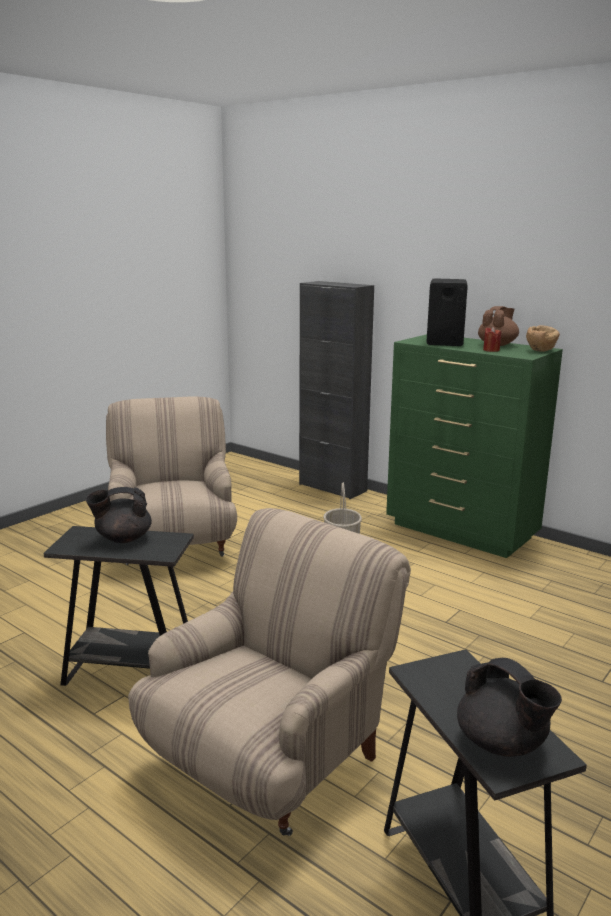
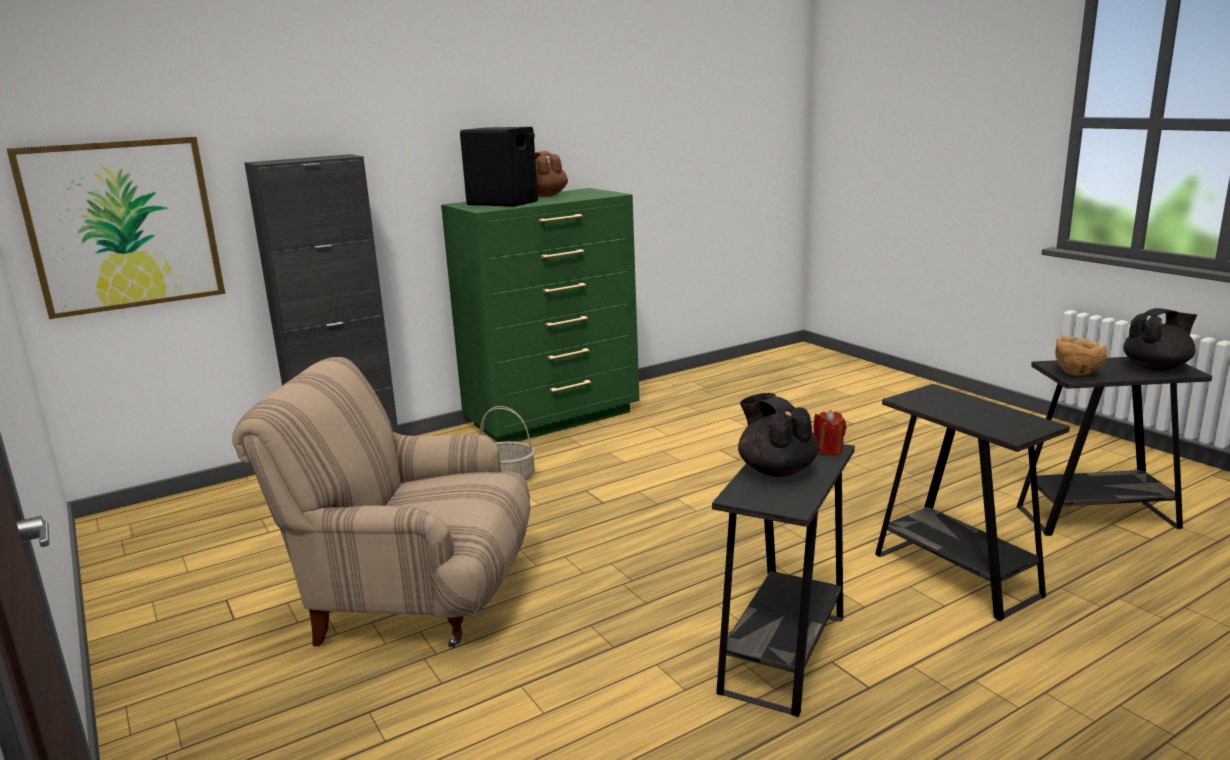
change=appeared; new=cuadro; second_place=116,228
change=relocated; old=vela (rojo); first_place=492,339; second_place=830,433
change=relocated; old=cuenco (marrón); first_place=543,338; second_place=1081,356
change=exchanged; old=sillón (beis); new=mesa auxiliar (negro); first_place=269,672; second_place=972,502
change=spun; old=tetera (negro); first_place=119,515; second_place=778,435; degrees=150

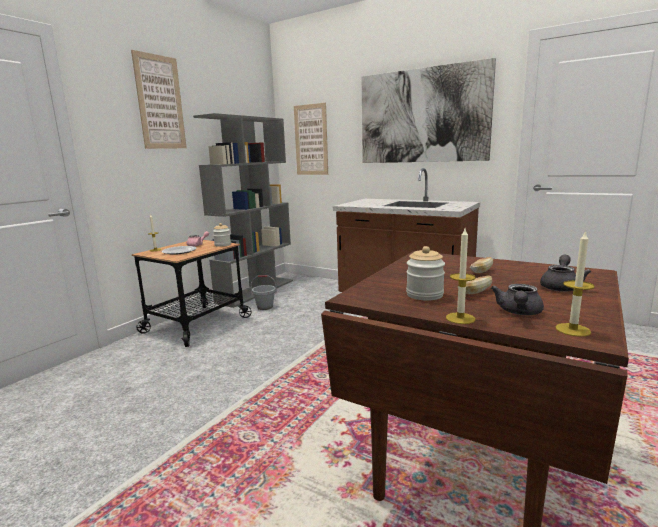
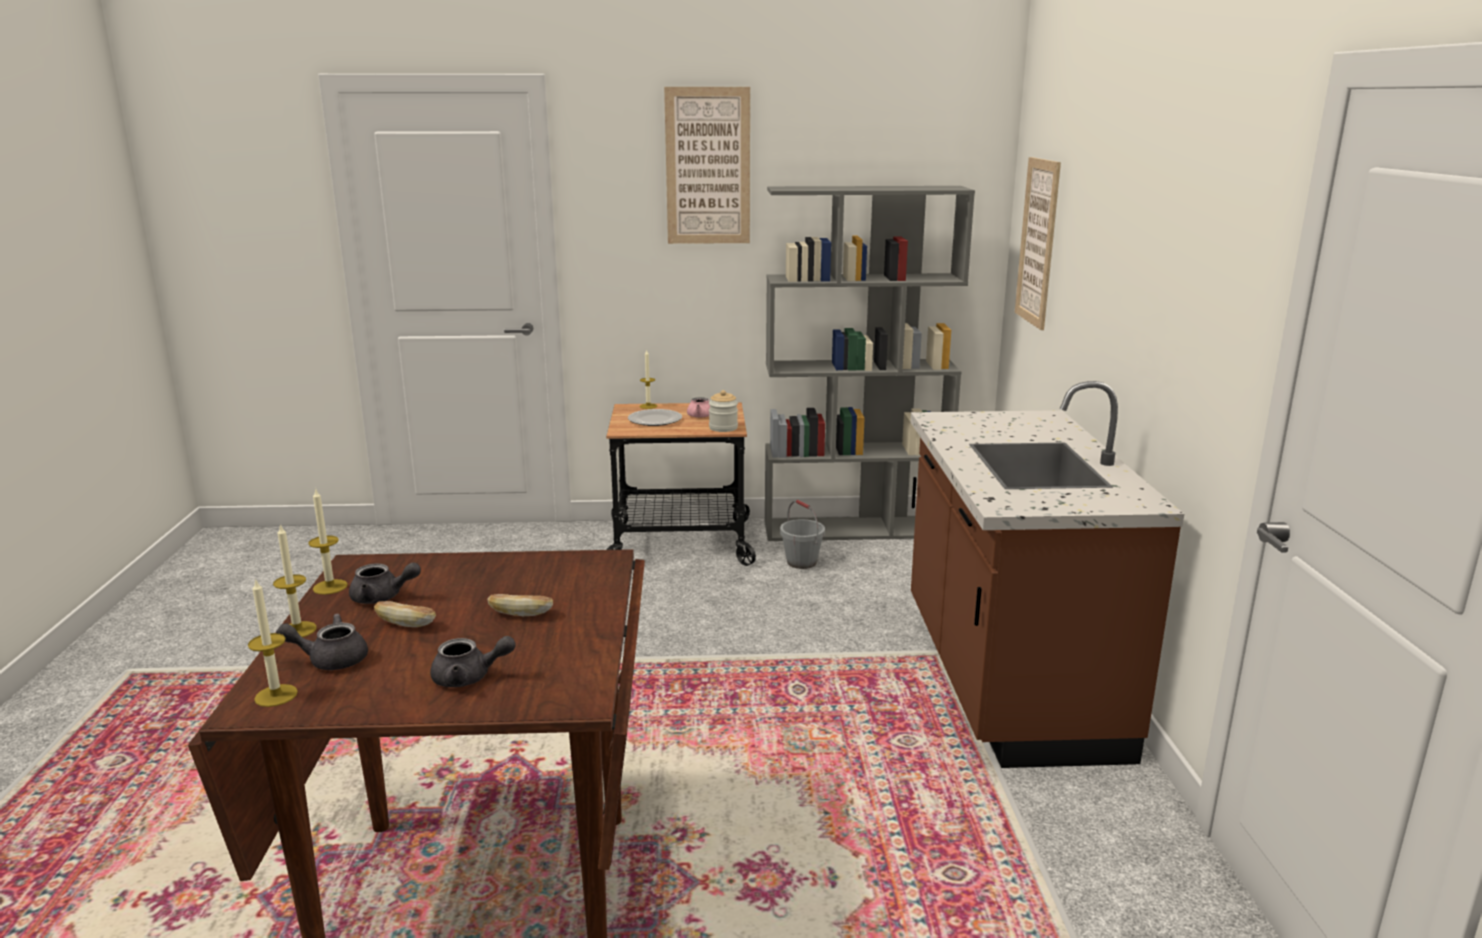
change=missing; old=cuadro; first_place=429,110
change=appeared; new=vela; second_place=328,541
change=exchanged; old=tarro; new=tetera (gris); first_place=425,273; second_place=385,583

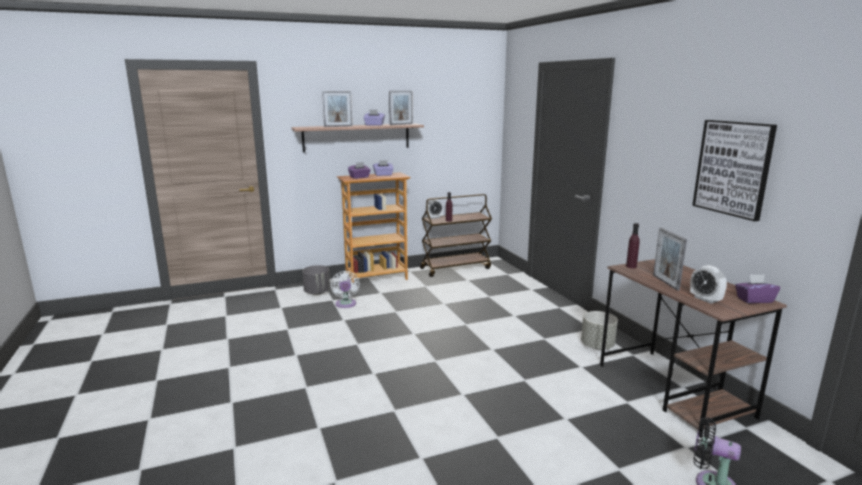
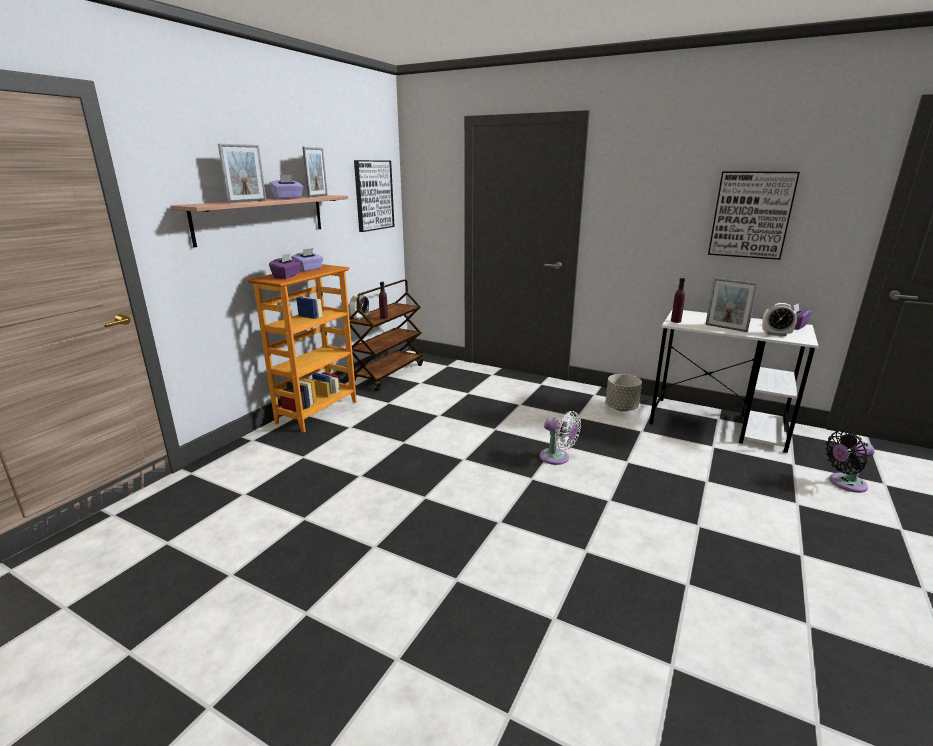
change=missing; old=maceta (gris); first_place=316,280
change=appeared; new=cuadro; second_place=374,196
change=relocated; old=ventilador (blanco); first_place=345,289; second_place=560,438
change=colour; old=escritorio (marrón); new=escritorio (blanco); first_place=693,348; second_place=733,381

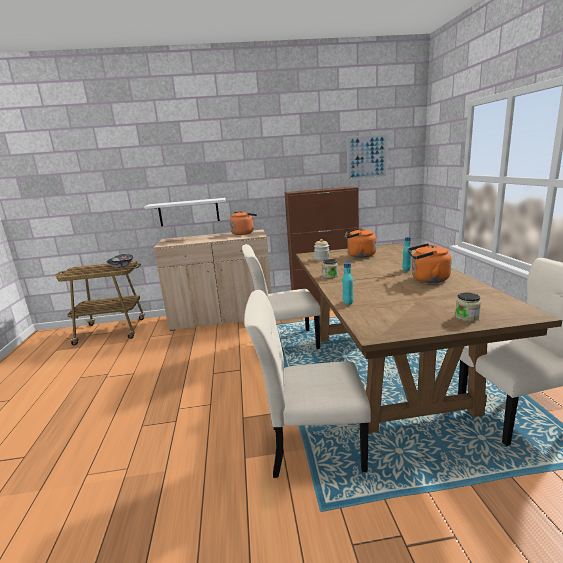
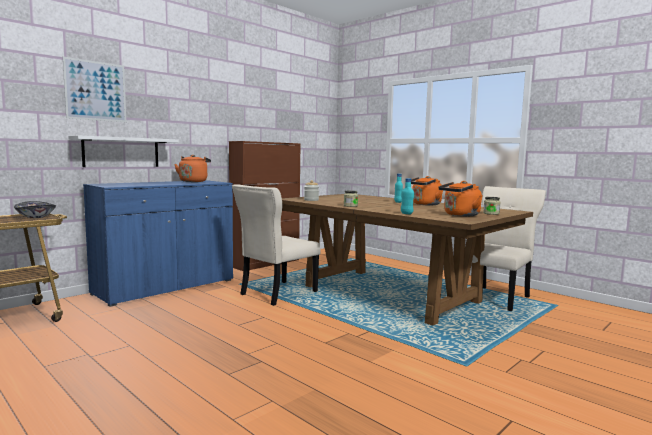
change=missing; old=silla (beis); first_place=307,384
change=relocated; old=hervidor (naranja); first_place=360,243; second_place=460,198
change=relocated; old=cuadro; first_place=367,157; second_place=94,89
change=colour; old=armario (beis); new=armario (azul); first_place=212,280; second_place=158,243

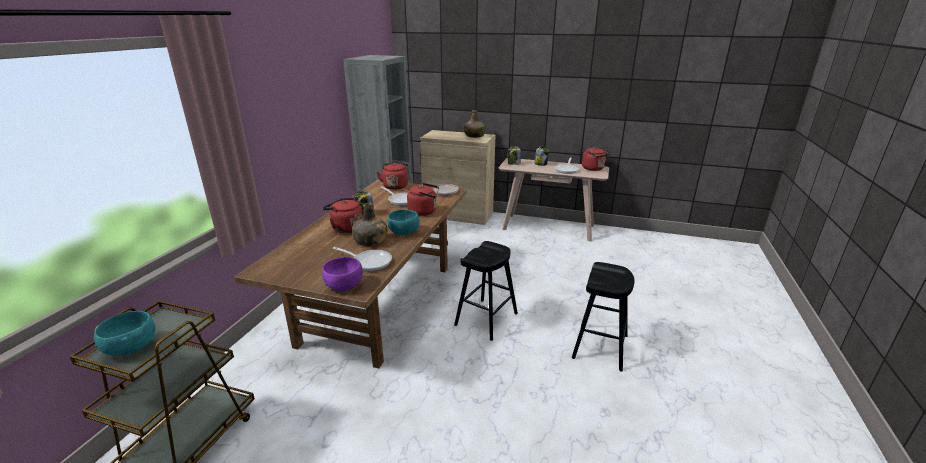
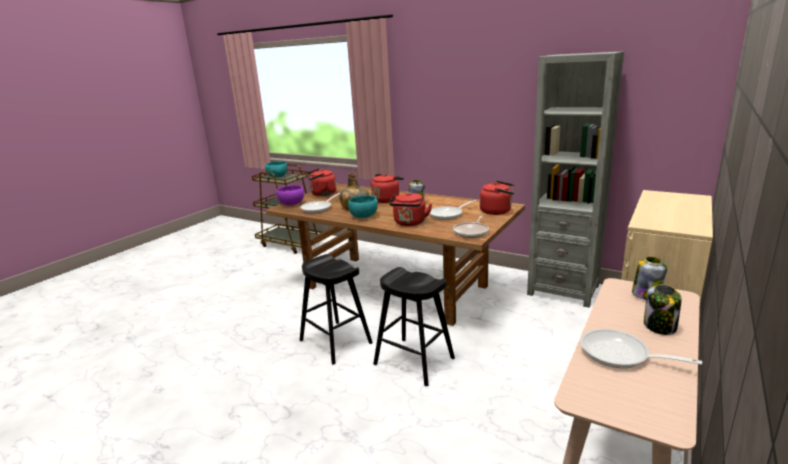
change=missing; old=botella (verde); first_place=475,124
change=relocated; old=taburete (negro); first_place=603,316; second_place=414,326
change=relocated; old=hervidor (rojo); first_place=596,159; second_place=321,182

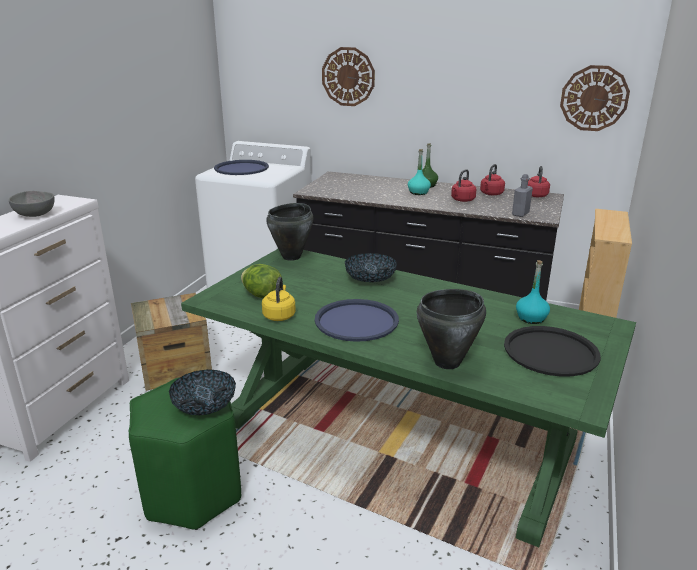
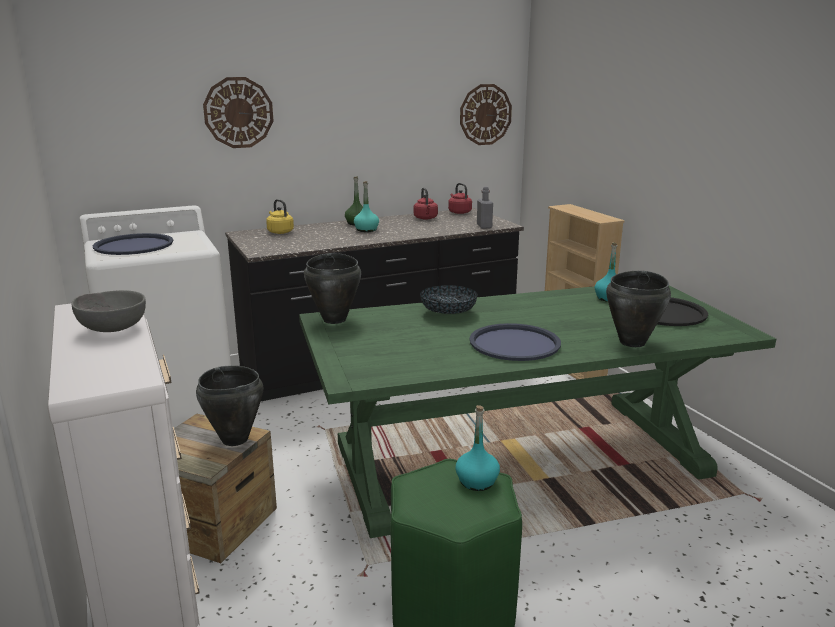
change=missing; old=lechuga; first_place=262,281
change=missing; old=hervidor (rojo); first_place=463,185
change=appeared; new=olla (negro); second_place=229,405
change=relocated; old=hervidor (amarillo); first_place=279,299; second_place=280,216
change=exchanged; old=cuenco; new=botella (turquesa); first_place=202,392; second_place=478,448

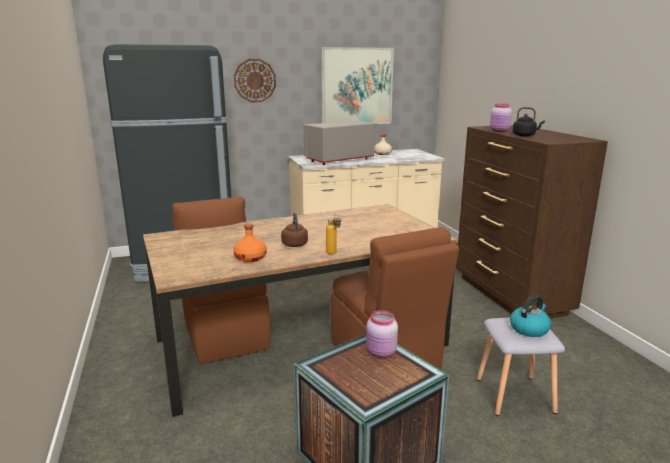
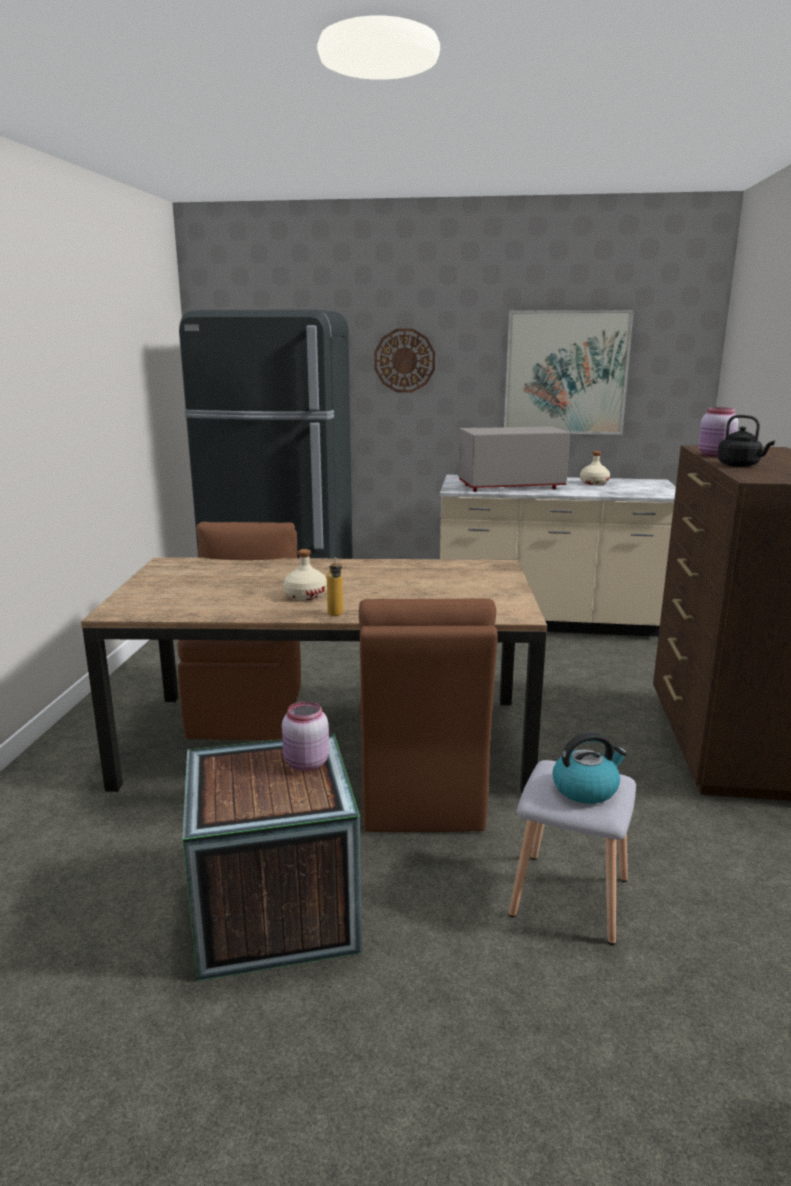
change=missing; old=botella (naranja); first_place=250,242
change=exchanged; old=hervidor (marrón); new=botella (beis); first_place=294,229; second_place=305,574

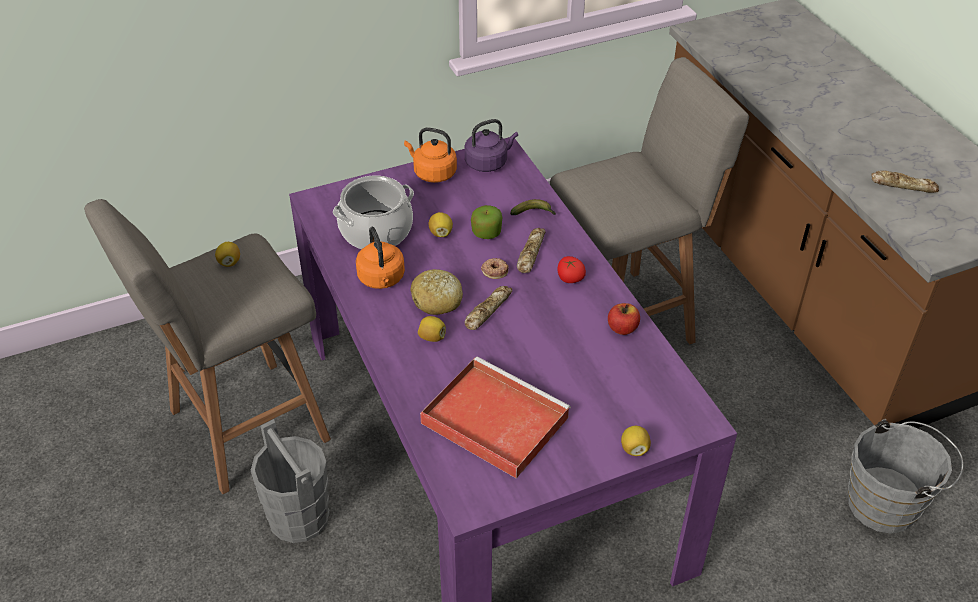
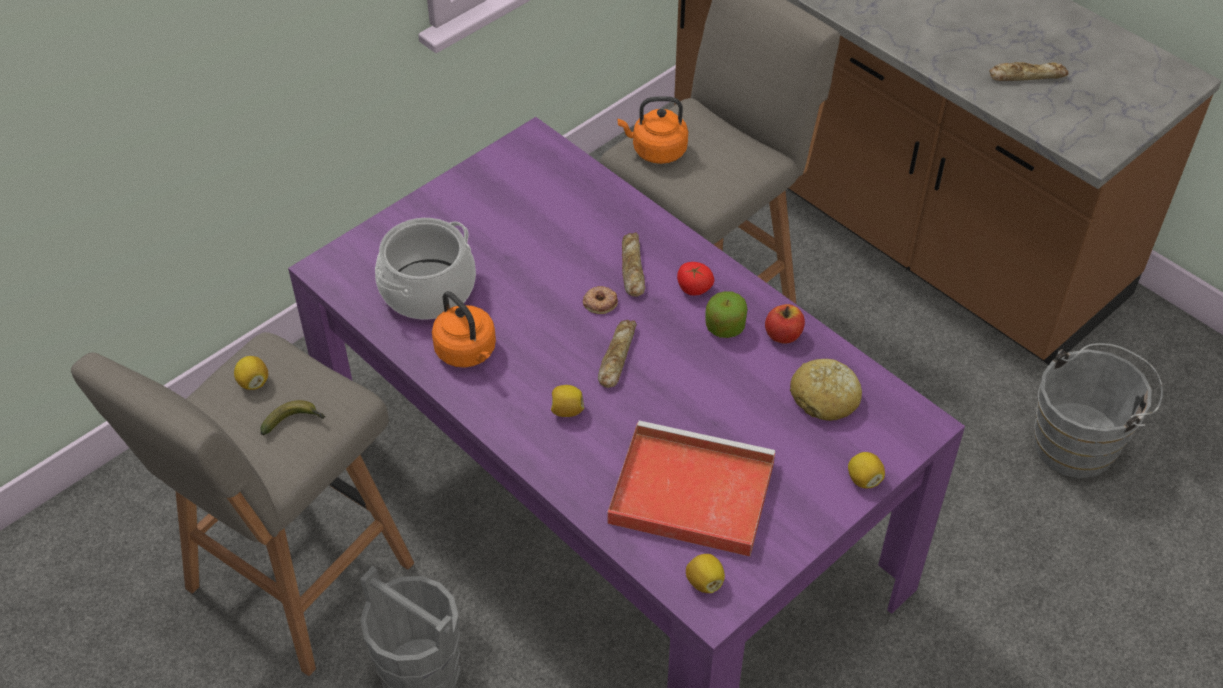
change=missing; old=hervidor (morado); first_place=491,145
change=relocated; old=hervidor (naranja); first_place=430,155; second_place=653,130
change=relocated; old=pan; first_place=437,292; second_place=826,390
change=relocated; old=limón; first_place=441,224; second_place=705,573
change=relocated; old=manzana; first_place=486,222; second_place=726,314
change=relocated; old=plátano; first_place=533,207; second_place=293,417

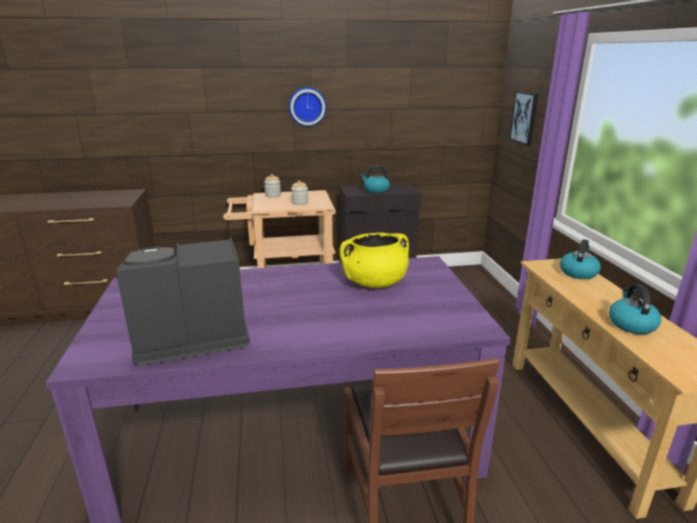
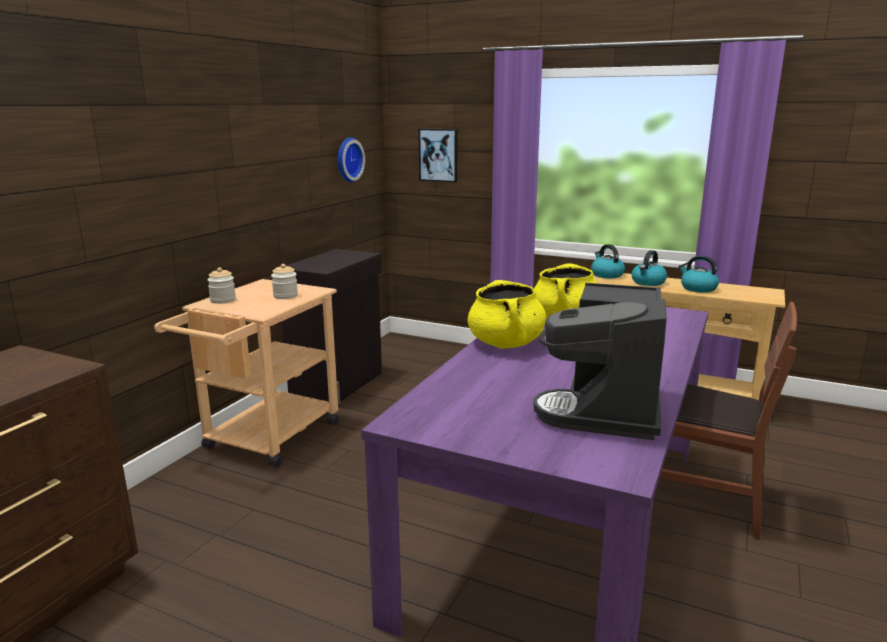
change=appeared; new=olla (amarillo); second_place=506,314
change=relocated; old=reloj de pared; first_place=308,107; second_place=351,160
change=relocated; old=hervidor; first_place=375,179; second_place=649,268

